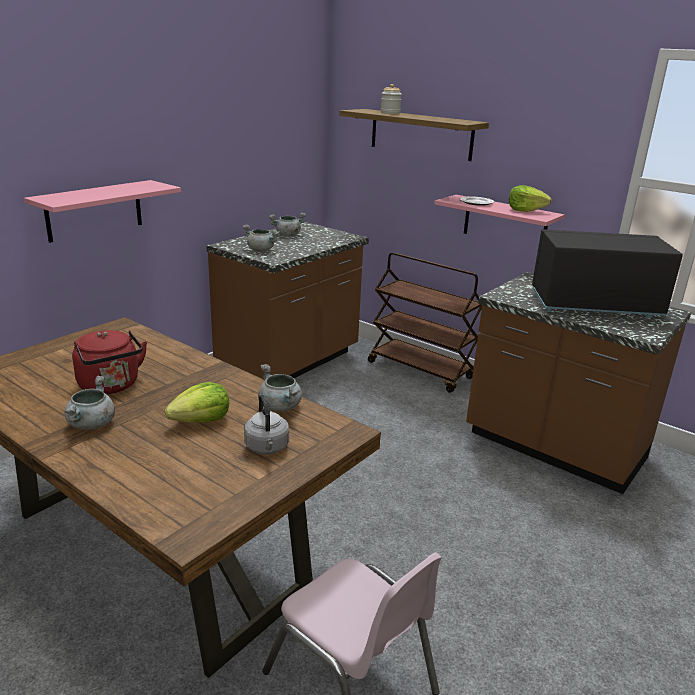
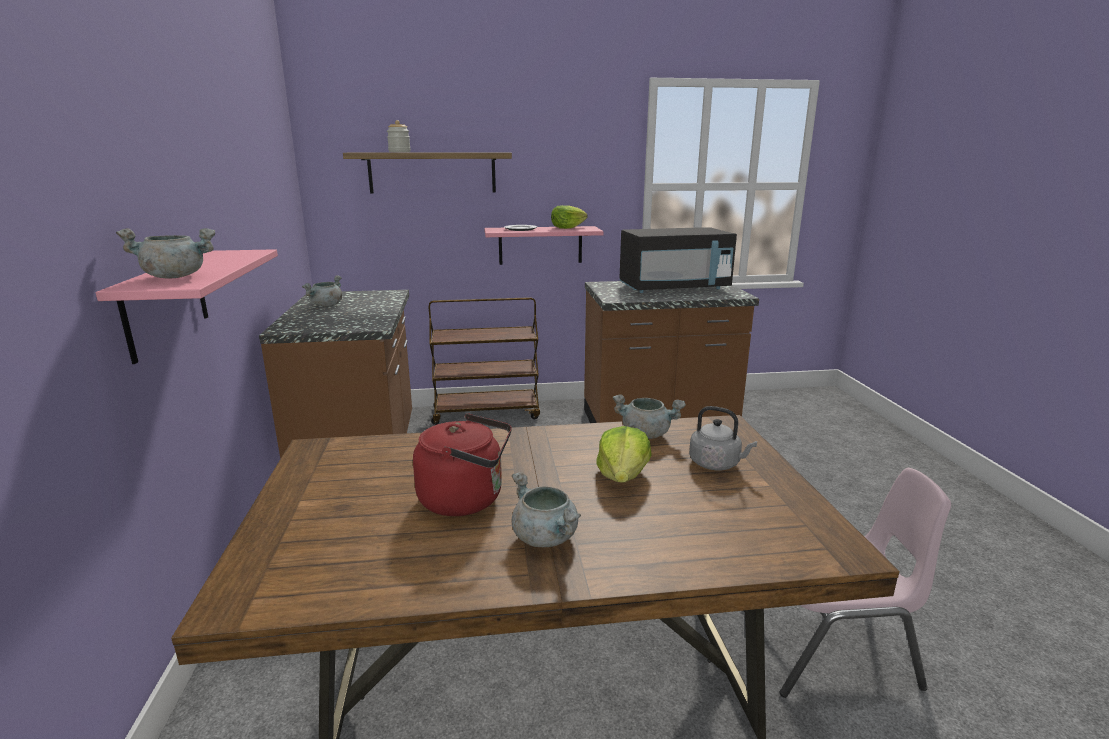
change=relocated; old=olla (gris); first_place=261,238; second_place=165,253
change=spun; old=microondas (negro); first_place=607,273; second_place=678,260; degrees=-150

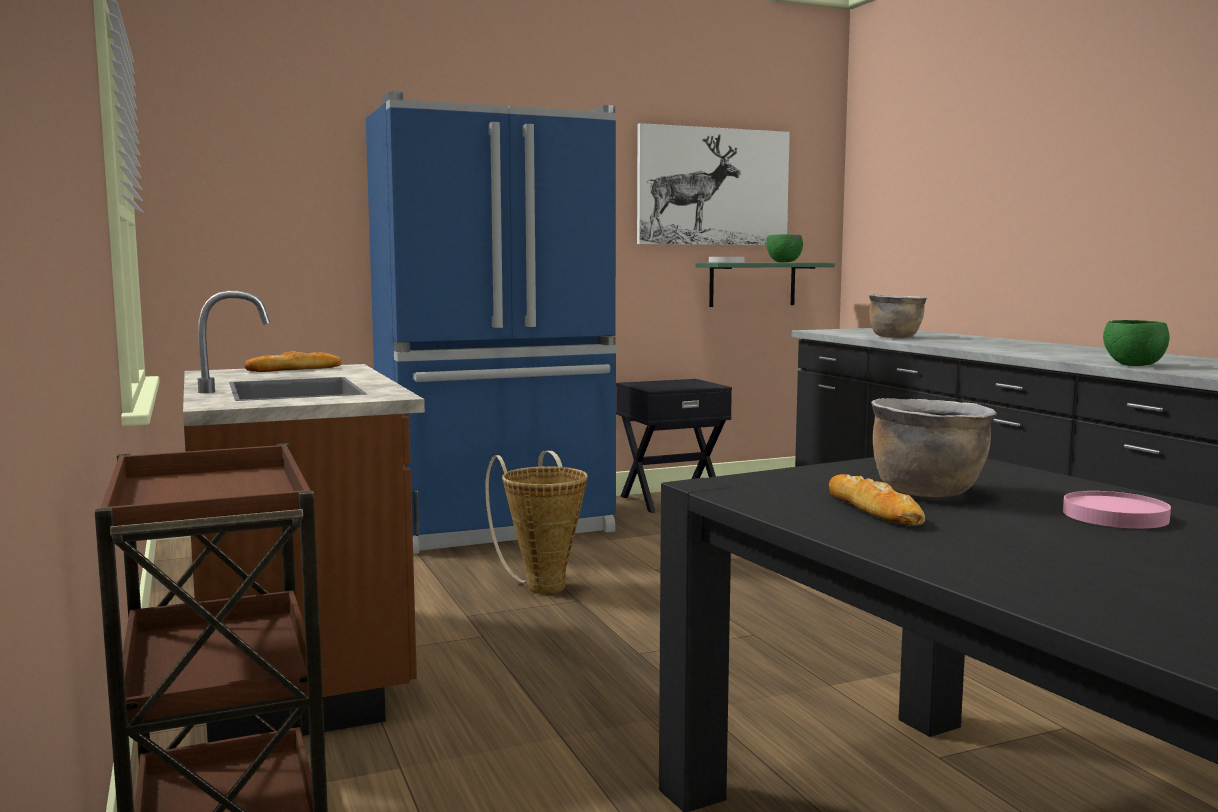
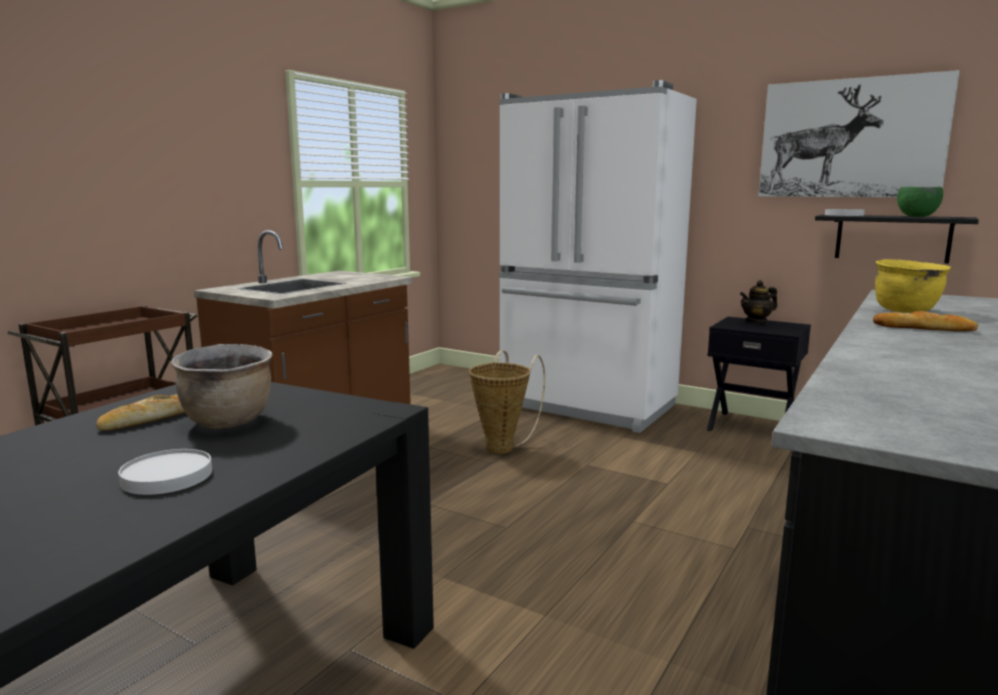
change=missing; old=cuenco (verde); first_place=1136,343
change=appeared; new=tetera; second_place=758,302
change=relocated; old=pan; first_place=292,361; second_place=925,321
change=colour; old=nevera (azul); new=nevera (blanco); first_place=491,322; second_place=598,256
change=colour; old=estante (verde); new=estante (negro); first_place=765,285; second_place=897,238
change=colour; old=olla (marrón); new=olla (amarillo); first_place=898,316; second_place=913,286
change=colour; old=plato (rosa); new=plato (blanco); first_place=1117,510; second_place=165,472

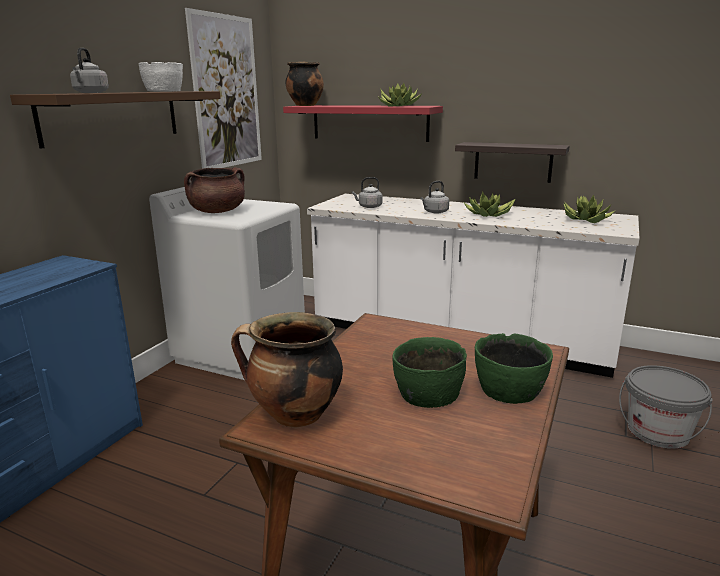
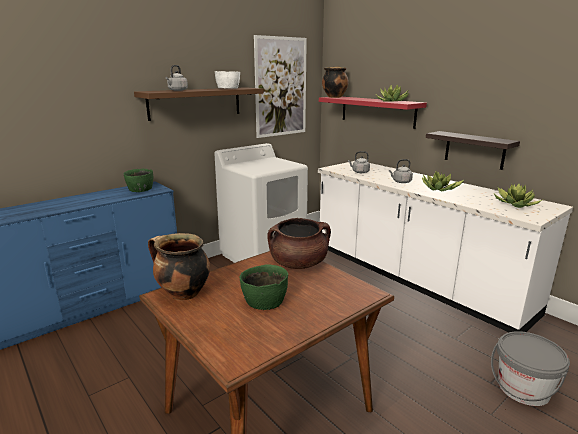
change=relocated; old=olla (marrón); first_place=214,190; second_place=299,243
change=relocated; old=cuenco (verde); first_place=514,368; second_place=138,180

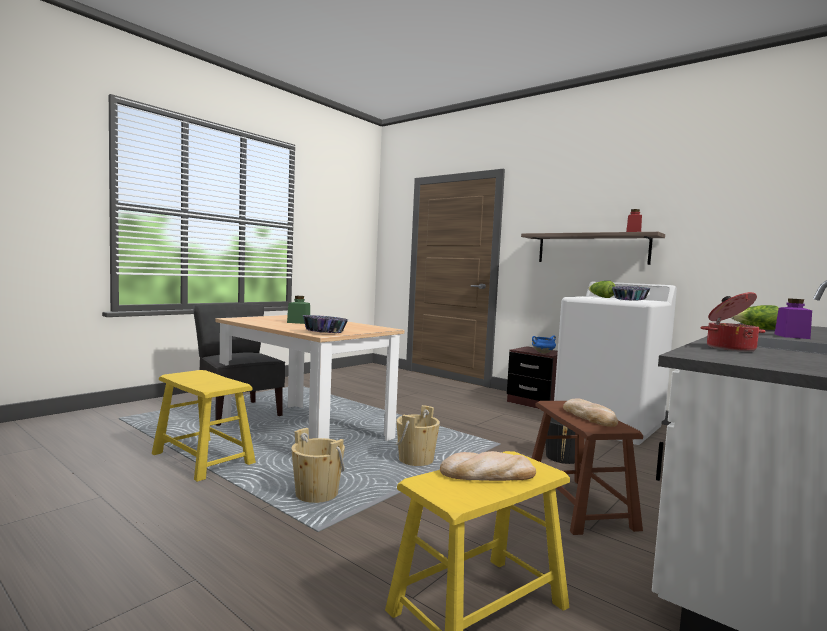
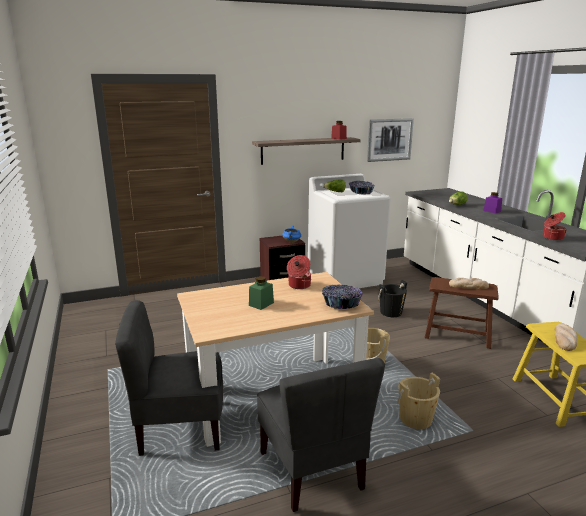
change=appeared; new=olla; second_place=299,272
change=appeared; new=cuadro; second_place=390,140
change=exchanged; old=taburete (amarillo); new=silla (gris); first_place=204,426; second_place=321,435

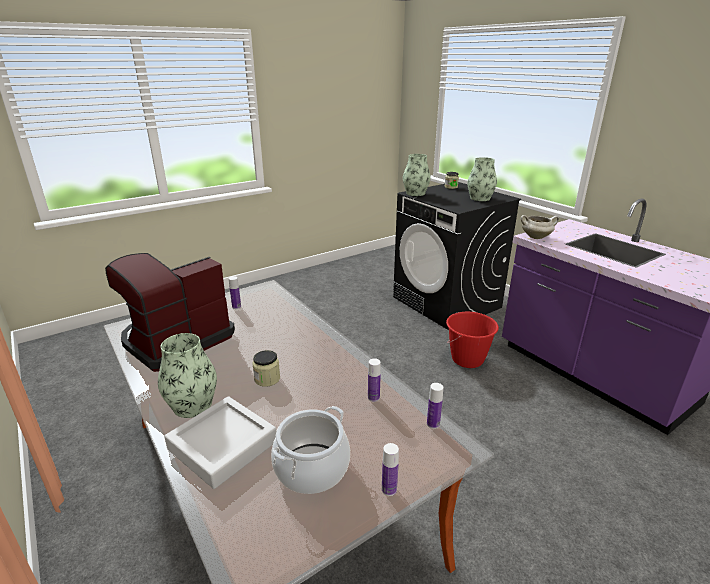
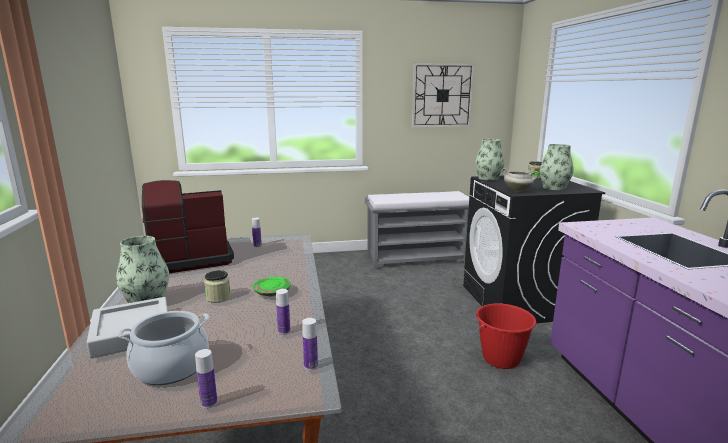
change=appeared; new=plato (verde); second_place=272,286
change=appeared; new=banco (gris); second_place=417,230
change=appeared; new=reloj de pared; second_place=443,95
change=relocated; old=olla (blanco); first_place=540,227; second_place=520,180

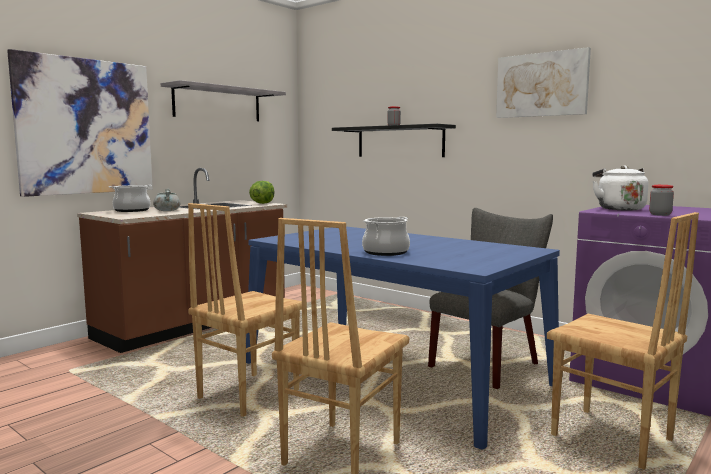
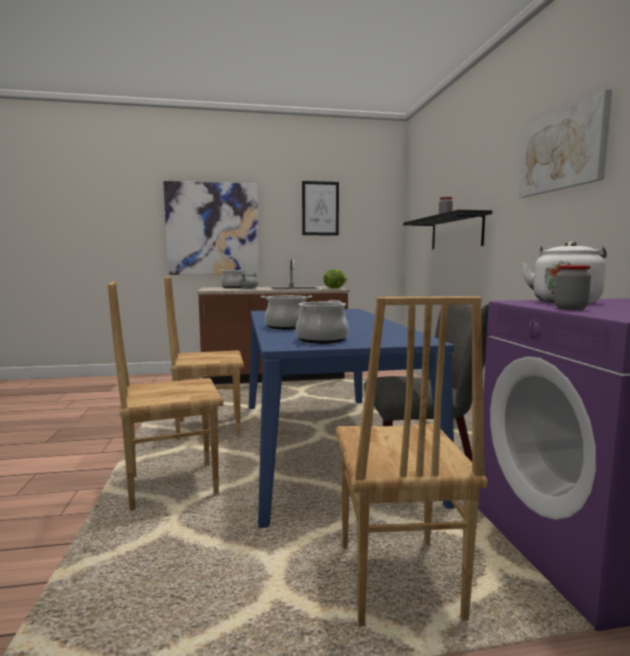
change=appeared; new=olla; second_place=322,322
change=exchanged; old=estante (gris); new=cuadro; first_place=223,100; second_place=320,208

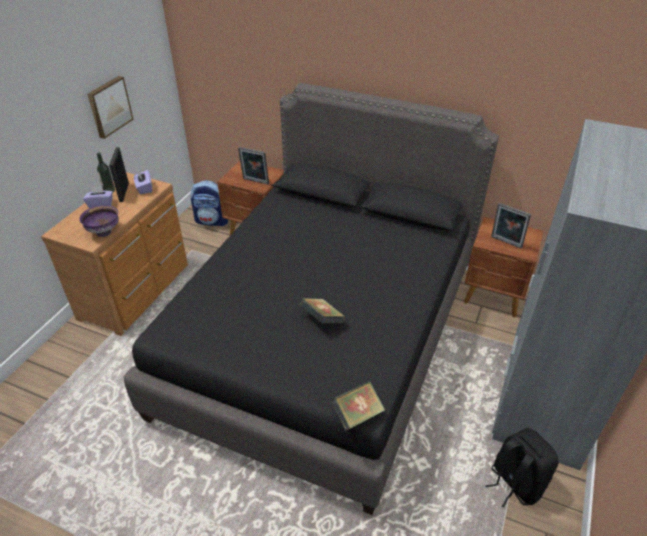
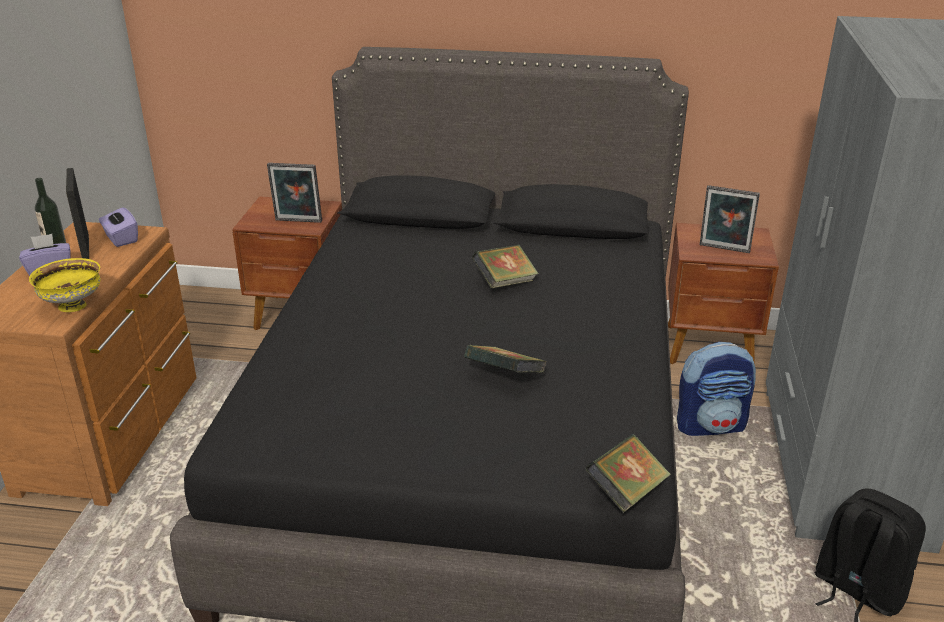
change=missing; old=cuadro; first_place=110,107
change=appeared; new=libro; second_place=505,266
change=relocated; old=mochila; first_place=209,203; second_place=716,389
change=colour; old=cuenco (morado); new=cuenco (amarillo); first_place=99,221; second_place=64,285

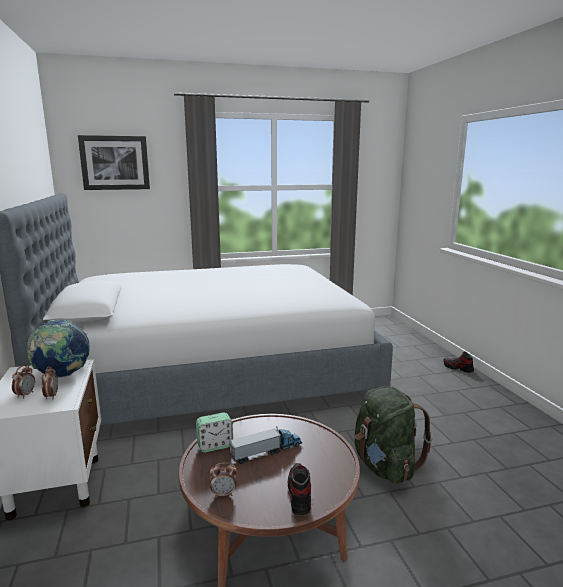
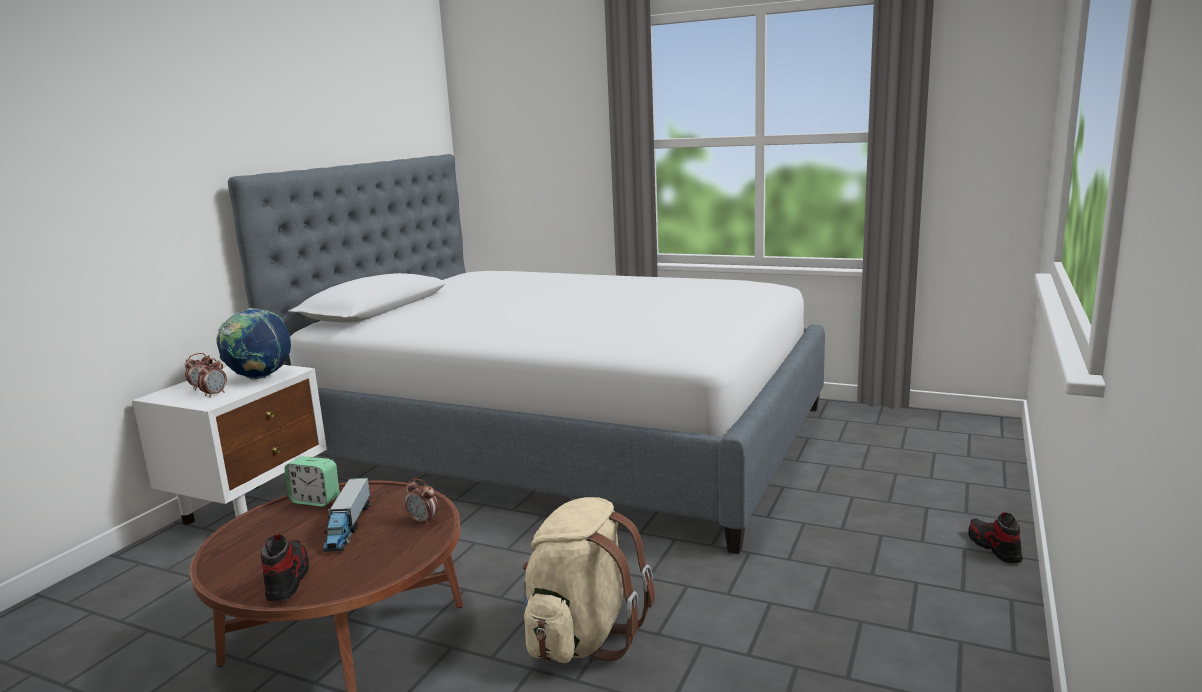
change=missing; old=cuadro; first_place=114,162
change=relocated; old=despertador; first_place=223,480; second_place=421,502
change=colour; old=mochila (verde); new=mochila (beis); first_place=394,435; second_place=588,580
change=spun; old=camión de juguete; first_place=265,445; second_place=346,515; degrees=75
change=spun; old=zapato; first_place=299,489; second_place=285,567; degrees=-45

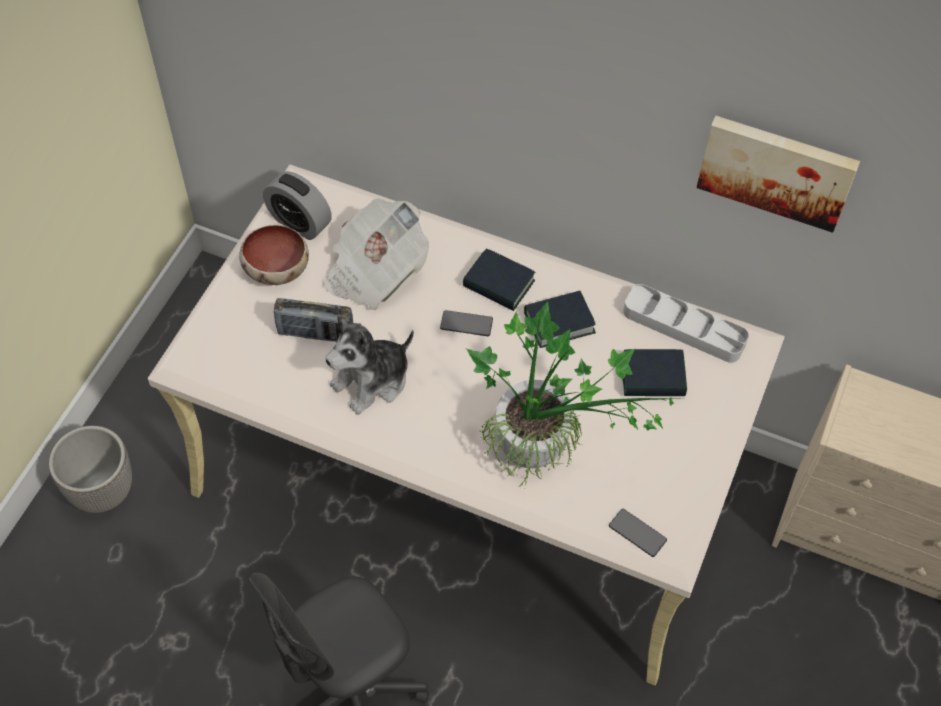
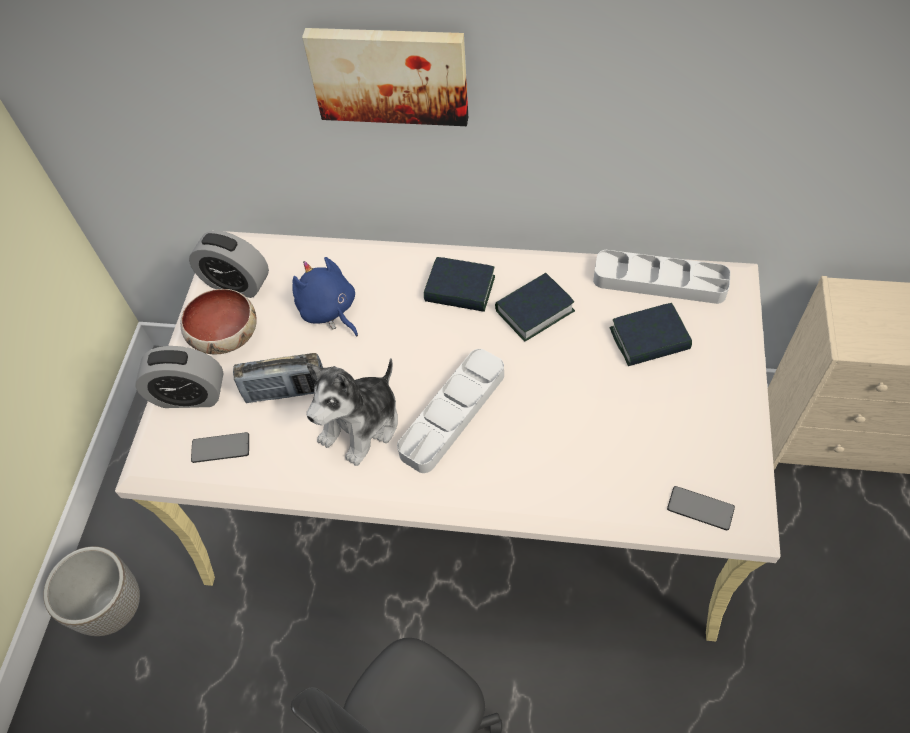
change=missing; old=planta en maceta; first_place=571,394
change=appeared; new=despertador; second_place=179,377
change=appeared; new=bandeja (gris); second_place=450,411
change=relocated; old=móvil; first_place=466,323; second_place=220,447
change=relocated; old=cuadro; first_place=778,174; second_place=385,77
change=exchanged; old=periódico; new=peluche (azul); first_place=376,254; second_place=325,297

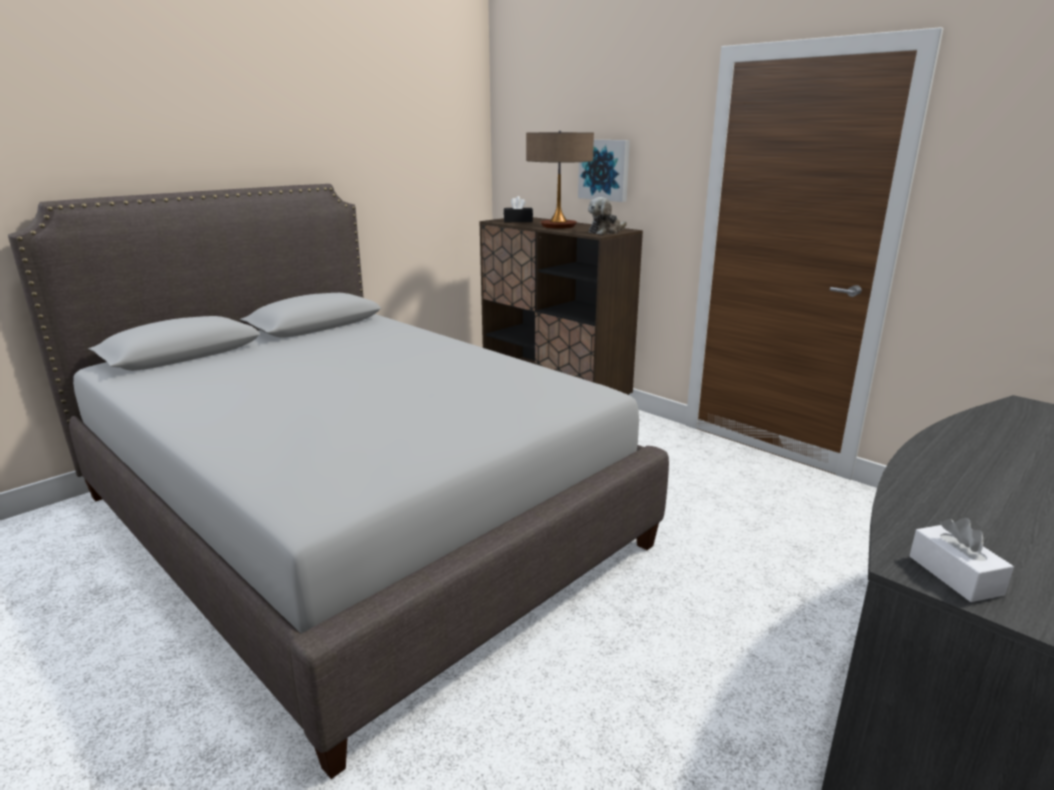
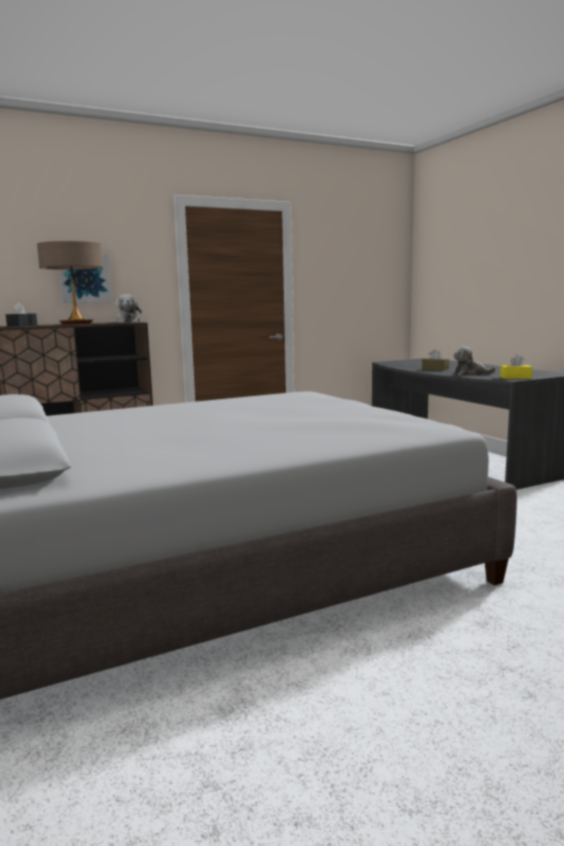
change=appeared; new=caja de pañuelos (marrón); second_place=435,360
change=appeared; new=peluche; second_place=474,361
change=colour; old=caja de pañuelos (blanco); new=caja de pañuelos (amarillo); first_place=962,560; second_place=516,367

